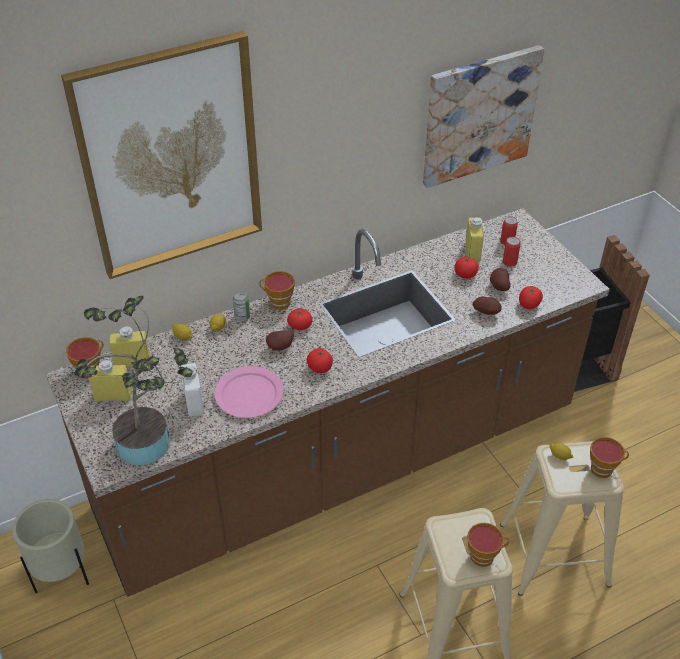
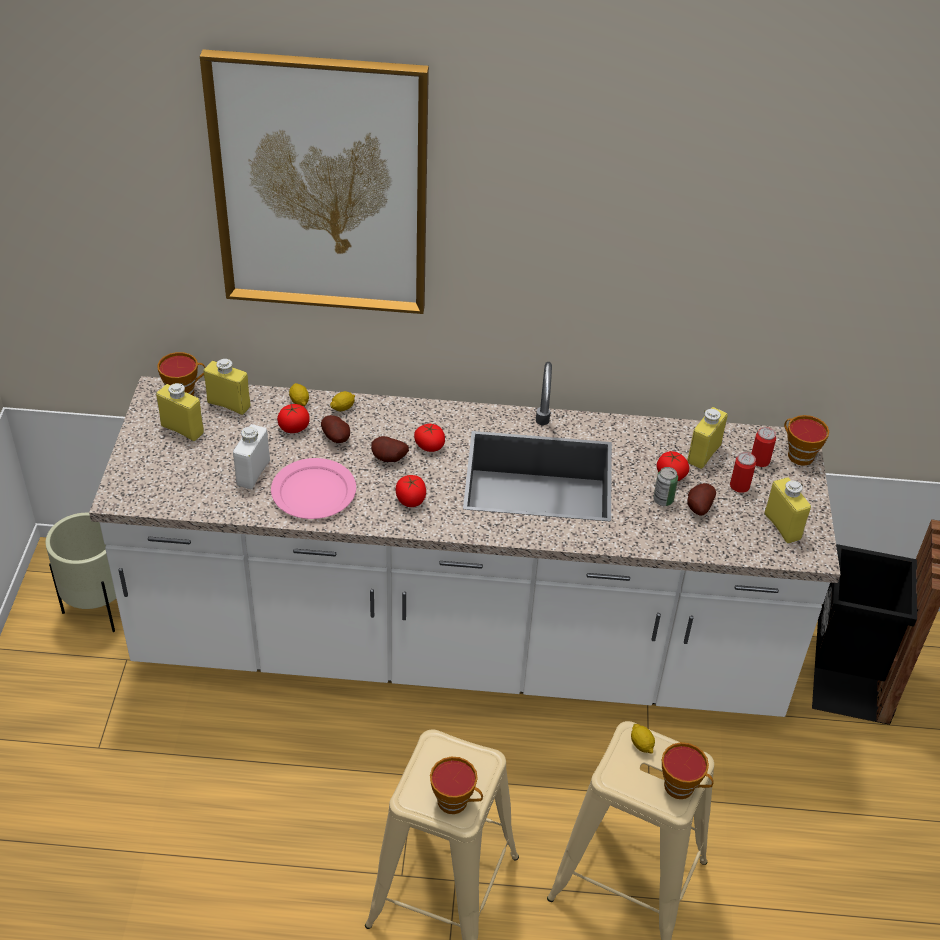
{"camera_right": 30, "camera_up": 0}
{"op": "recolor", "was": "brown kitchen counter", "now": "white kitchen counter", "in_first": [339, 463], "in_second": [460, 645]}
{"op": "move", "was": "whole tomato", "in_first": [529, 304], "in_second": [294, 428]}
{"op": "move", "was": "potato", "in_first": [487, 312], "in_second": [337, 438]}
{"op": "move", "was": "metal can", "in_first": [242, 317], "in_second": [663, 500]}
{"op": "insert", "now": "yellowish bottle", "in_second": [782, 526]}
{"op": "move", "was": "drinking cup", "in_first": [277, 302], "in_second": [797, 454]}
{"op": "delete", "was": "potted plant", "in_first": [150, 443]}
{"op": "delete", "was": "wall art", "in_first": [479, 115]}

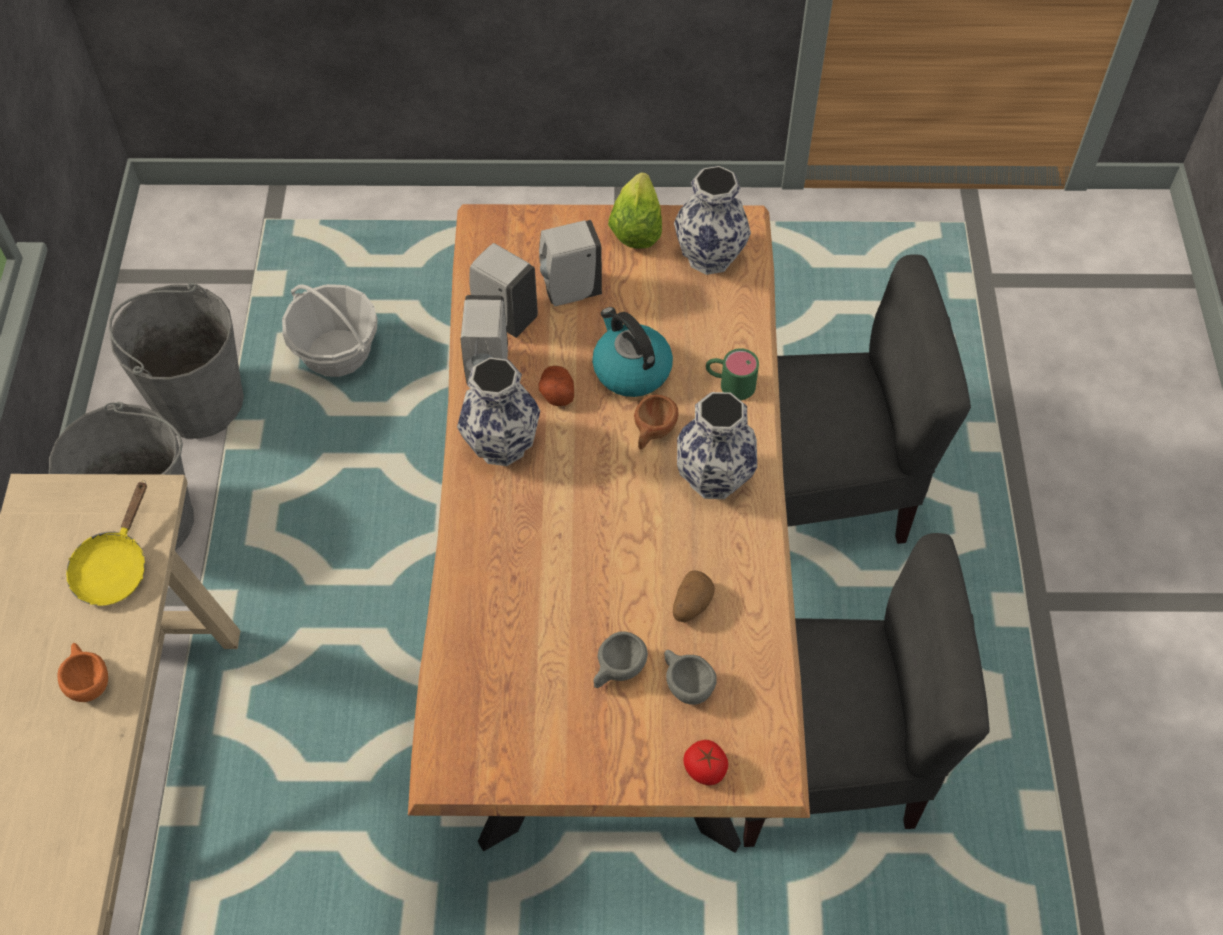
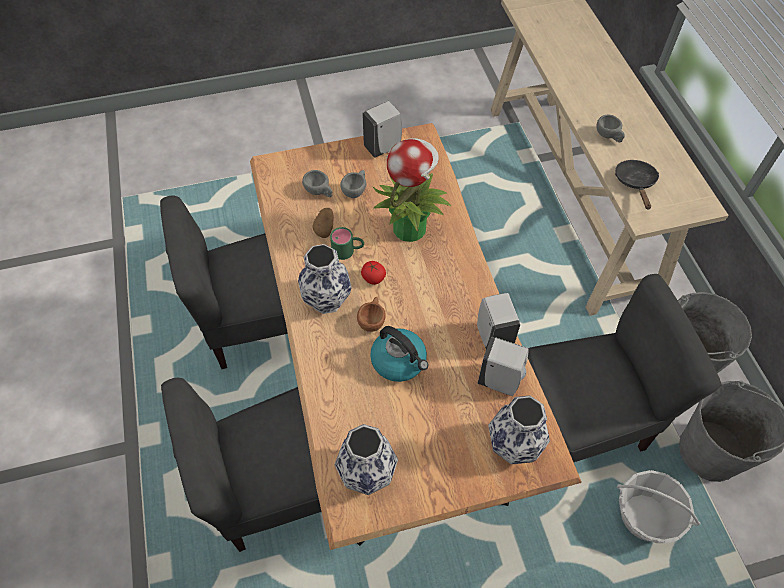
{"camera_right": 165, "camera_up": 0}
{"op": "move", "was": "greenish mug", "in_first": [729, 383], "in_second": [348, 250]}
{"op": "move", "was": "whole tomato", "in_first": [705, 769], "in_second": [373, 278]}
{"op": "move", "was": "white soap bottle", "in_first": [569, 292], "in_second": [383, 147]}
{"op": "insert", "now": "potted plant", "in_second": [410, 227]}
{"op": "move", "was": "vase", "in_first": [502, 446], "in_second": [512, 445]}
{"op": "insert", "now": "greyish chair", "in_second": [581, 422]}
{"op": "recolor", "was": "orangey drinking cup", "now": "greyish drinking cup", "in_first": [88, 680], "in_second": [608, 136]}
{"op": "recolor", "was": "yellowish frying pan", "now": "black-coloured frying pan", "in_first": [114, 567], "in_second": [635, 183]}
{"op": "delete", "was": "potato", "in_first": [556, 393]}
{"op": "delete", "was": "lettuce", "in_first": [636, 227]}

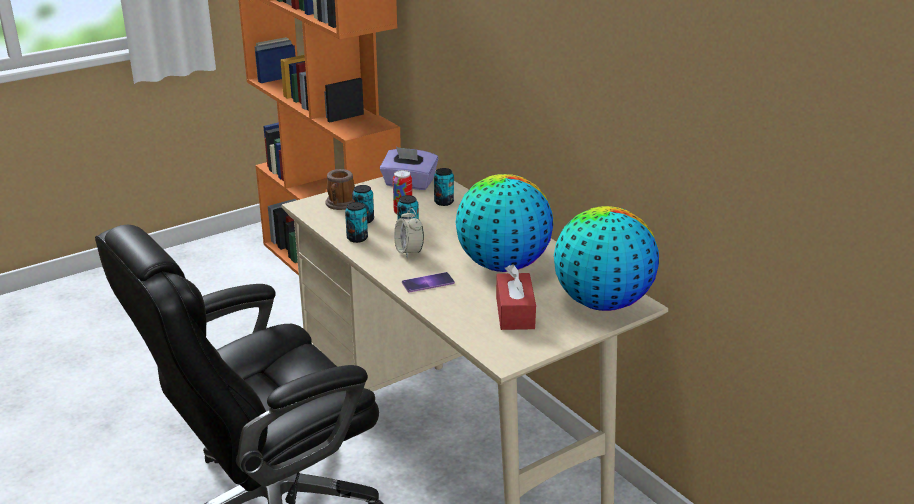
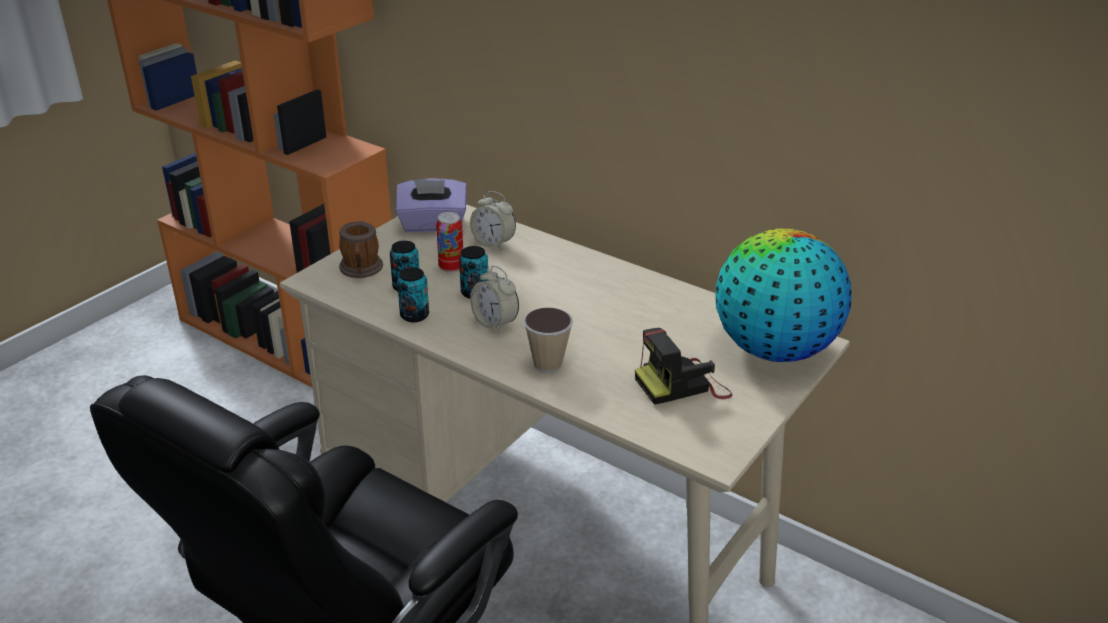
{"camera_right": -20, "camera_up": 5}
{"op": "replace", "was": "metal can", "now": "bedside clock", "in_first": [444, 202], "in_second": [493, 243]}
{"op": "replace", "was": "handset", "now": "drinking cup", "in_first": [428, 282], "in_second": [547, 364]}
{"op": "replace", "was": "red tissue holder", "now": "still camera", "in_first": [515, 312], "in_second": [682, 385]}
{"op": "delete", "was": "desk globe", "in_first": [502, 265]}

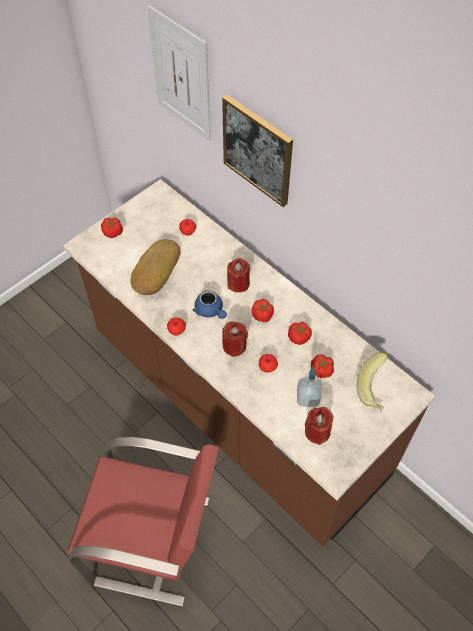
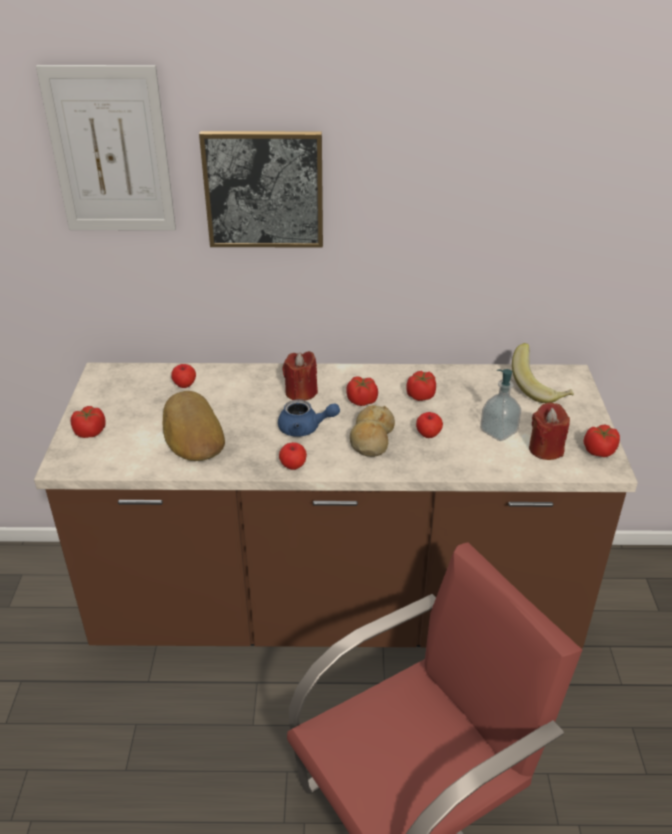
{"camera_right": -45, "camera_up": -20}
{"op": "replace", "was": "red wax light", "now": "baked bread", "in_first": [234, 346], "in_second": [371, 439]}
{"op": "move", "was": "whole tomato", "in_first": [321, 371], "in_second": [599, 451]}

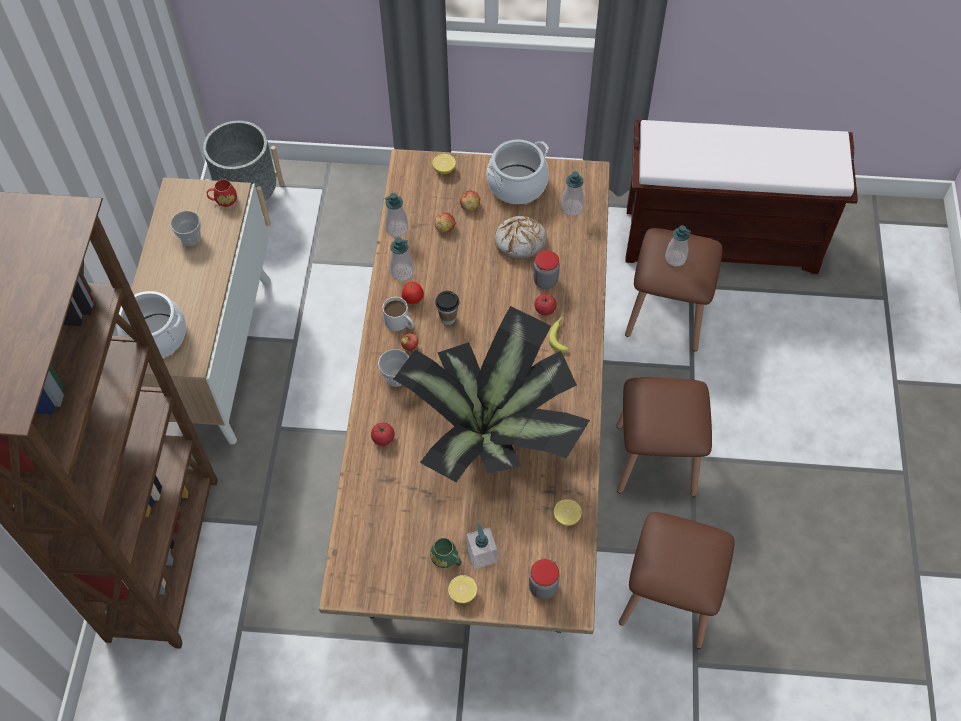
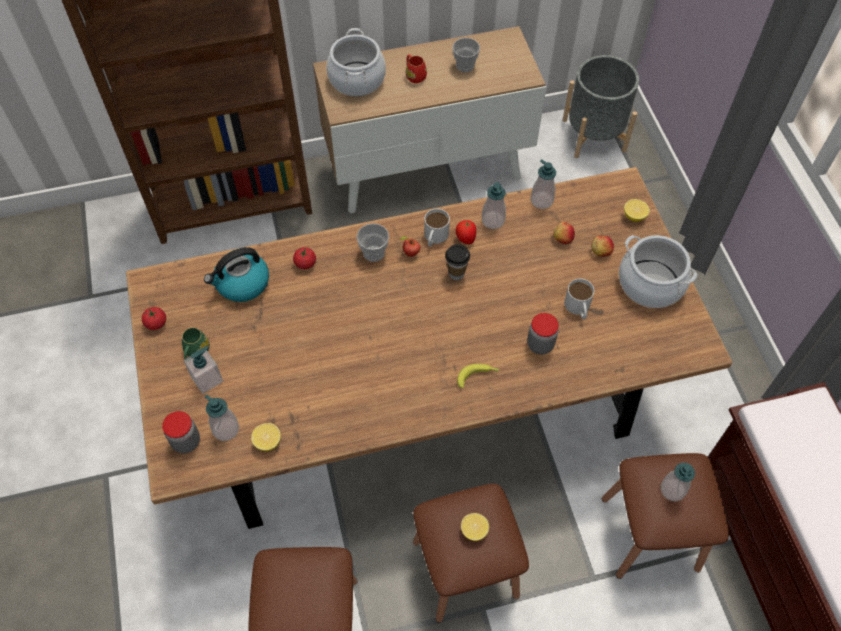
{"camera_right": 70, "camera_up": 0}
{"op": "move", "was": "whole tomato", "in_first": [545, 309], "in_second": [156, 323]}
{"op": "insert", "now": "tea kettle", "in_second": [242, 284]}
{"op": "move", "was": "soap bottle", "in_first": [572, 208], "in_second": [226, 429]}
{"op": "move", "was": "red mug", "in_first": [223, 200], "in_second": [414, 75]}
{"op": "move", "was": "lemon", "in_first": [462, 593], "in_second": [474, 530]}
{"op": "replace", "was": "baked bread", "now": "white mug", "in_first": [520, 242], "in_second": [578, 308]}
{"op": "delete", "was": "potted plant", "in_first": [494, 429]}

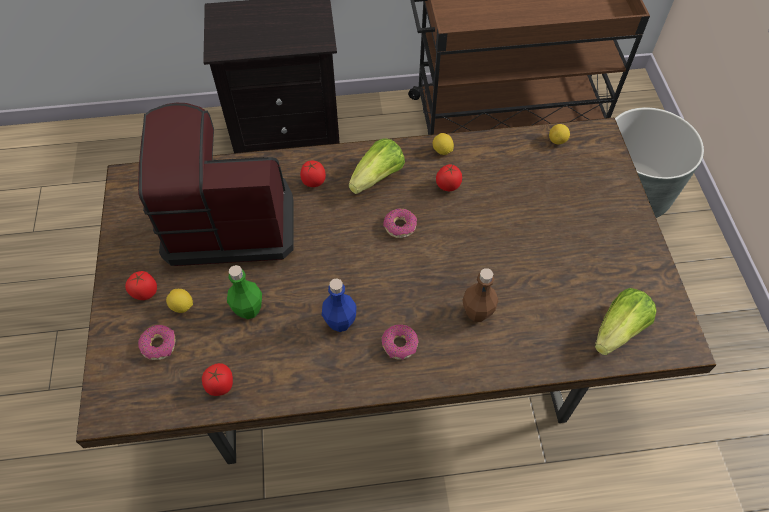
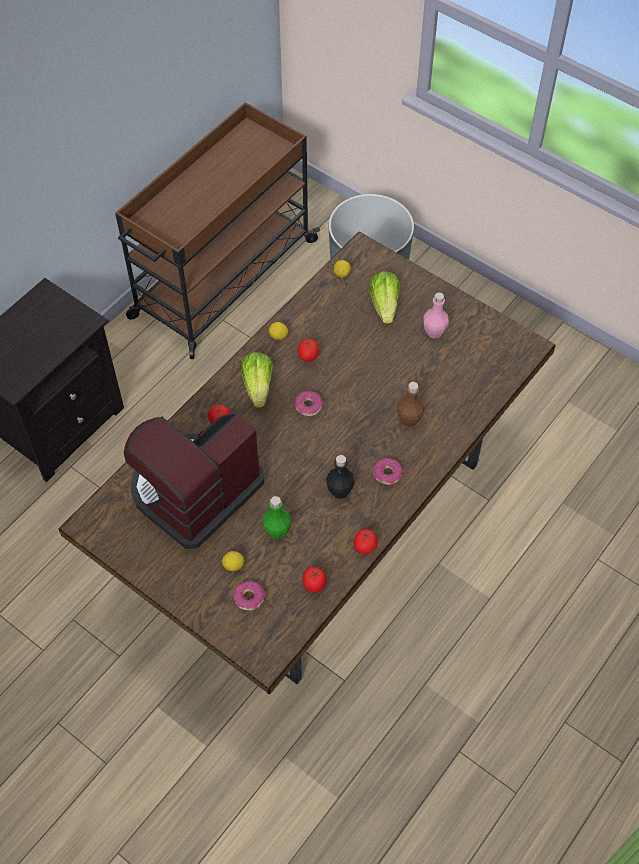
{"camera_right": -45, "camera_up": 0}
{"op": "recolor", "was": "blue-coloured bottle", "now": "black-coloured bottle", "in_first": [340, 322], "in_second": [340, 491]}
{"op": "move", "was": "whole tomato", "in_first": [145, 293], "in_second": [364, 547]}
{"op": "move", "was": "lettuce", "in_first": [619, 330], "in_second": [384, 305]}
{"op": "insert", "now": "pink-coloured bottle", "in_second": [434, 332]}

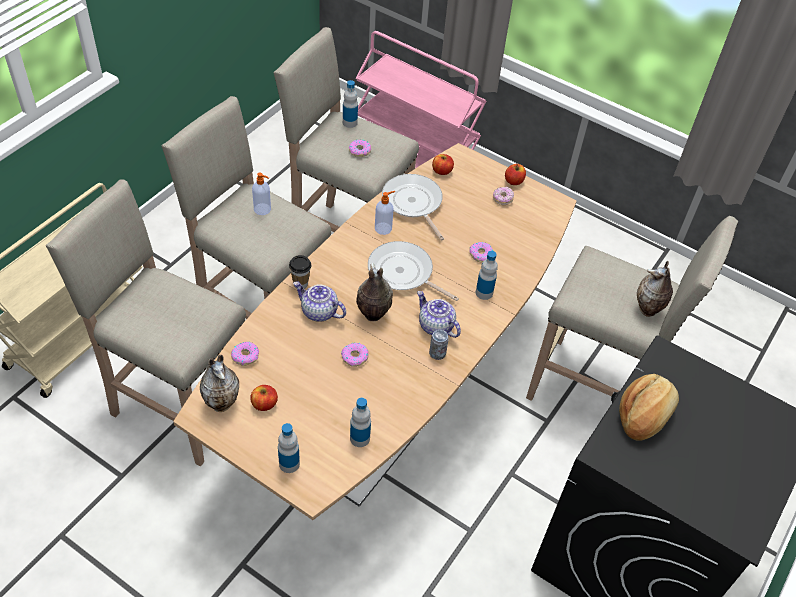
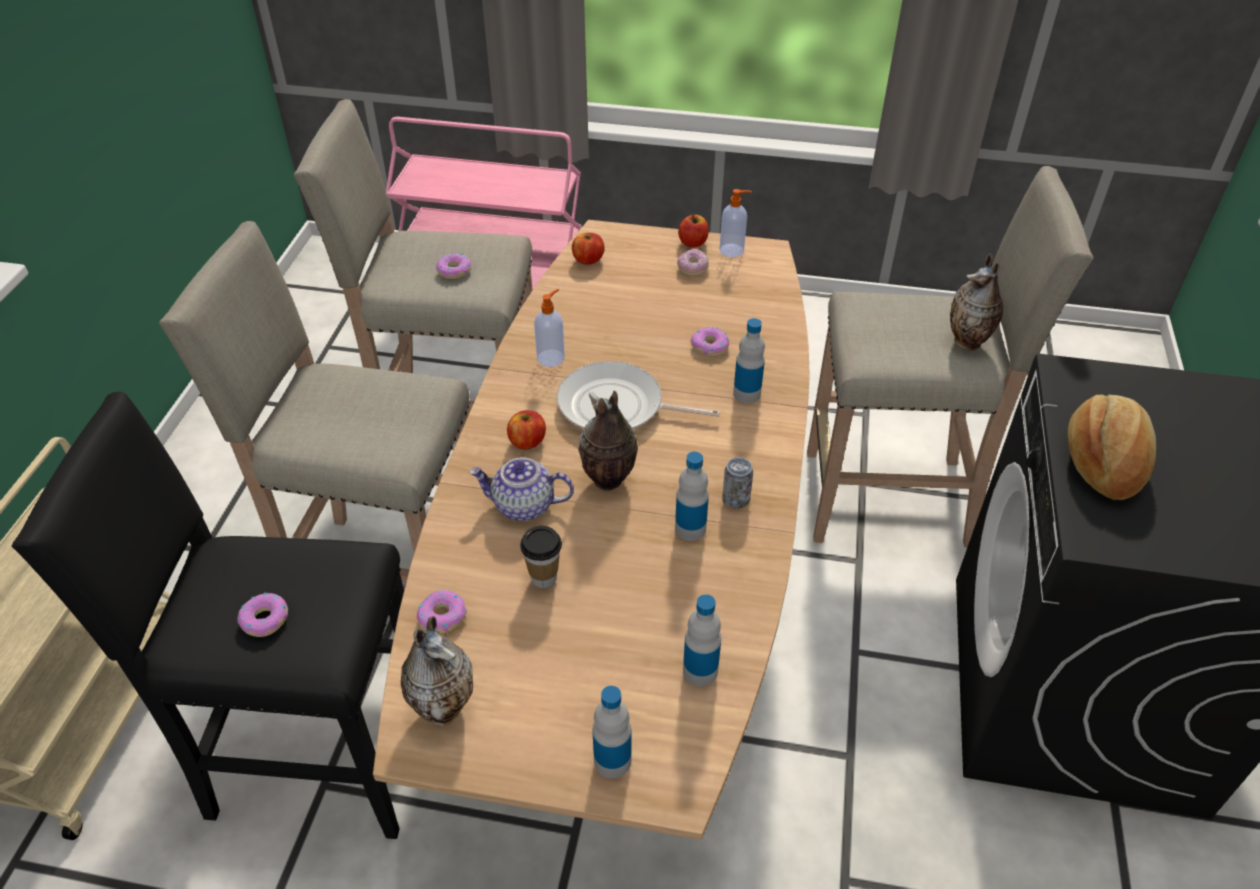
{"camera_right": -20, "camera_up": -5}
{"op": "recolor", "was": "sand-coloured stool", "now": "black-coloured stool", "in_first": [179, 405], "in_second": [316, 756]}
{"op": "move", "was": "ring doughnut", "in_first": [355, 357], "in_second": [265, 619]}
{"op": "move", "was": "whole apple", "in_first": [264, 404], "in_second": [527, 441]}
{"op": "move", "was": "drinking cup", "in_first": [300, 284], "in_second": [544, 578]}
{"op": "move", "was": "bottle", "in_first": [350, 123], "in_second": [690, 529]}
{"op": "move", "was": "soap bottle", "in_first": [263, 209], "in_second": [732, 250]}
{"op": "delete", "was": "frying pan", "in_first": [413, 203]}
{"op": "delete", "was": "teapot", "in_first": [435, 326]}

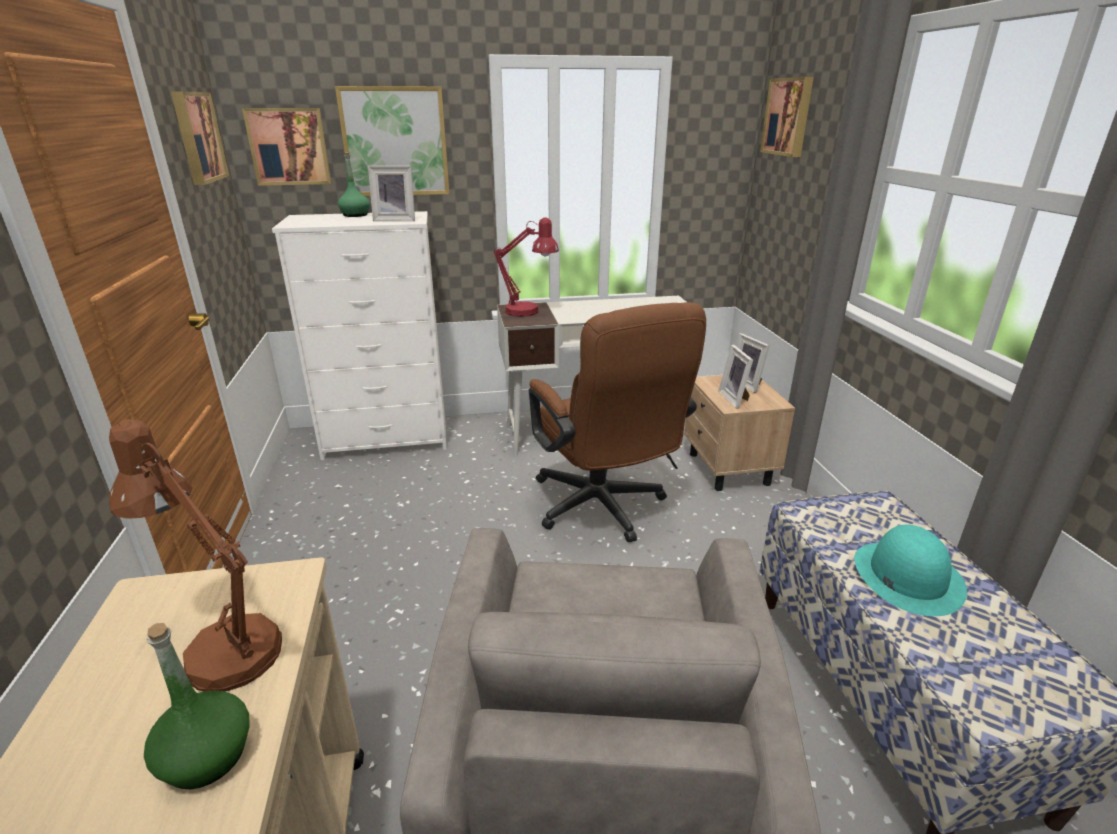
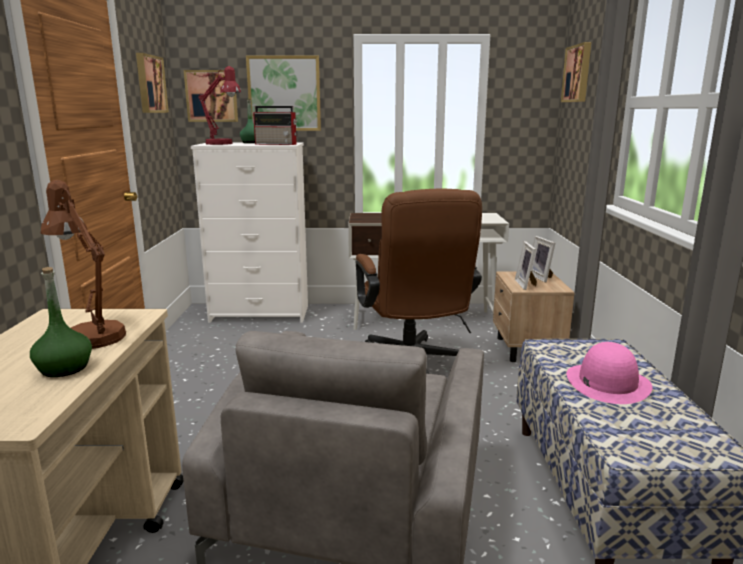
{"camera_right": 10, "camera_up": -10}
{"op": "move", "was": "red lamp for a table", "in_first": [529, 312], "in_second": [223, 144]}
{"op": "replace", "was": "picture frame", "now": "radio", "in_first": [395, 220], "in_second": [277, 144]}
{"op": "recolor", "was": "turquoise clothing hat", "now": "pink-coloured clothing hat", "in_first": [906, 576], "in_second": [607, 383]}

